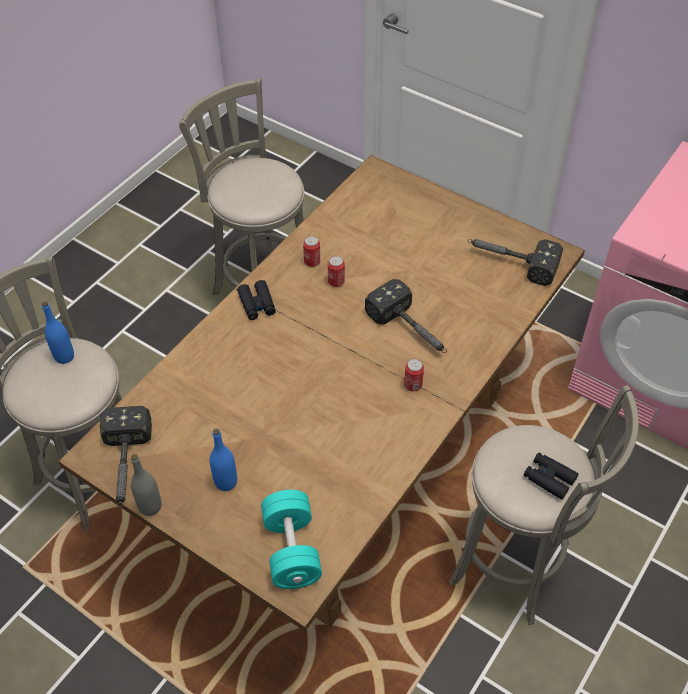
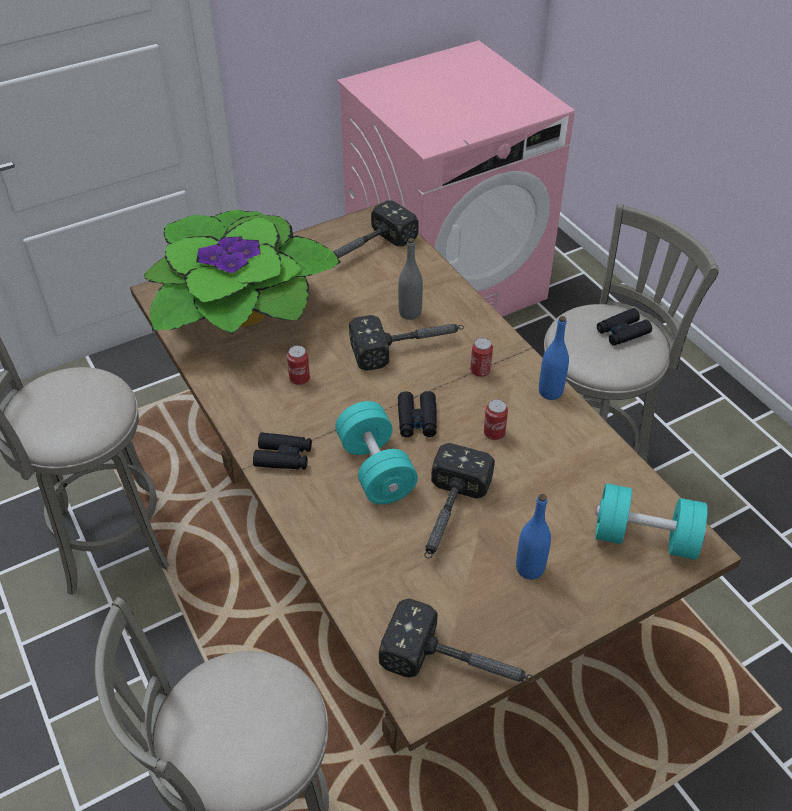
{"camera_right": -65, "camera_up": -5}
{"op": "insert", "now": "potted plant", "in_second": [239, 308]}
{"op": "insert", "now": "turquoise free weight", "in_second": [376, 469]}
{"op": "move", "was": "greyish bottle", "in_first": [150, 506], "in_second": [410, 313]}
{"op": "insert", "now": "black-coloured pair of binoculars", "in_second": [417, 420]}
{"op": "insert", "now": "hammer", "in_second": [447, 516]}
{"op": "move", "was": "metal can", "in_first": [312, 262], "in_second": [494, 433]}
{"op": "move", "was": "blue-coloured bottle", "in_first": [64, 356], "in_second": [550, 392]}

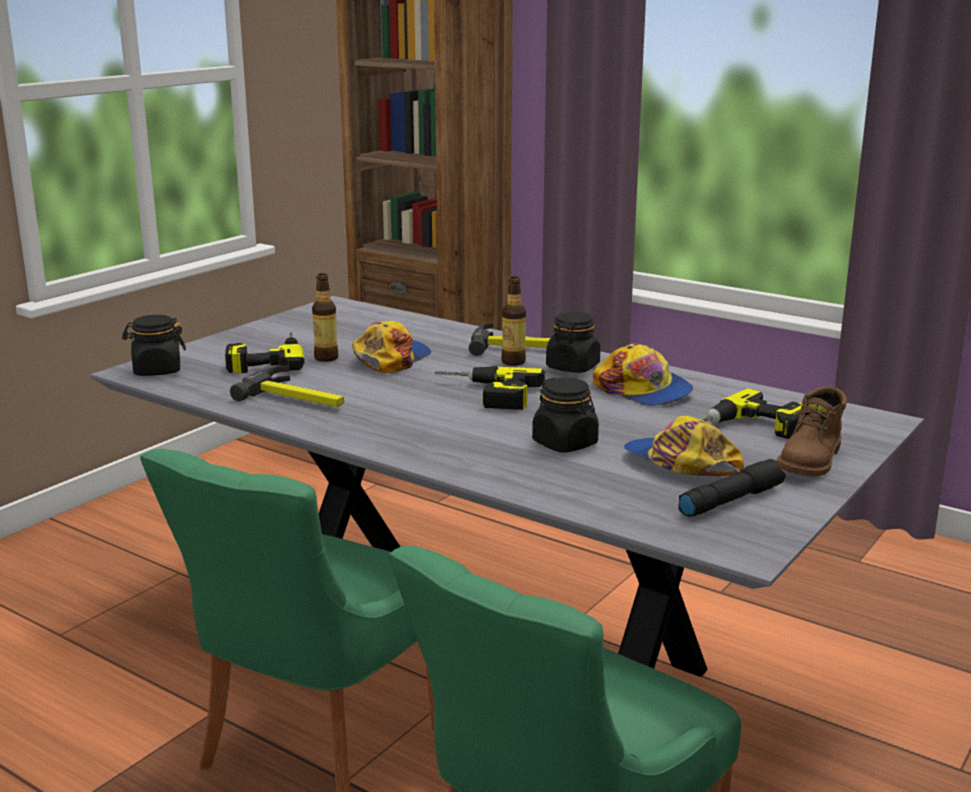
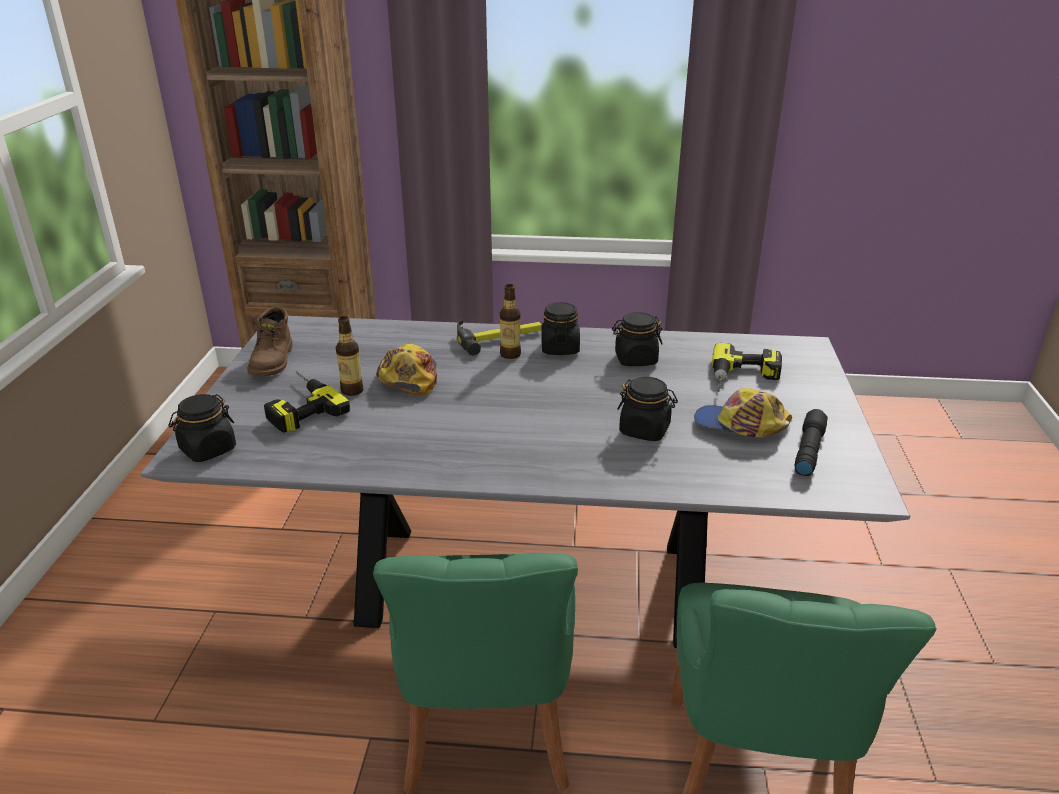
{"camera_right": -30, "camera_up": 10}
{"op": "move", "was": "brown boot", "in_first": [811, 461], "in_second": [273, 361]}
{"op": "replace", "was": "peaked cap", "now": "black-coloured storage jar", "in_first": [643, 390], "in_second": [635, 359]}
{"op": "delete", "was": "hammer", "in_first": [298, 398]}
{"op": "delete", "was": "drill", "in_first": [485, 394]}

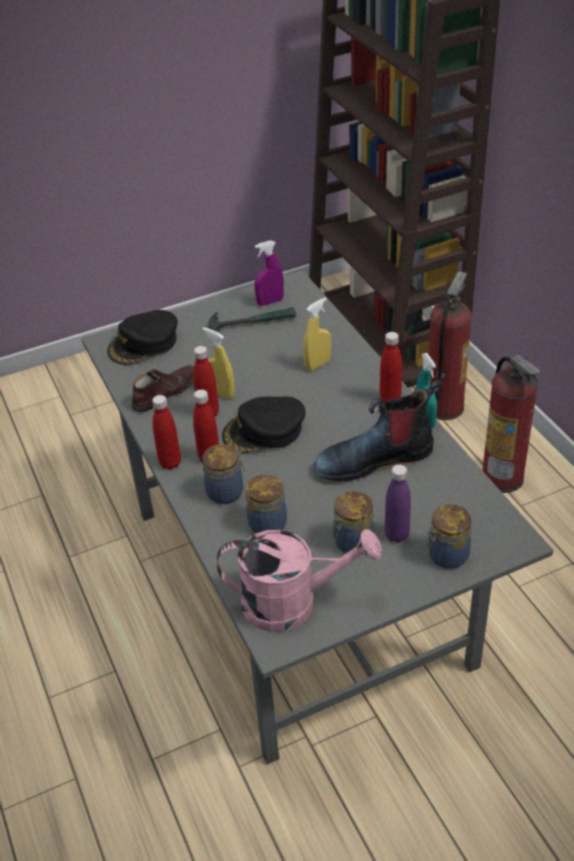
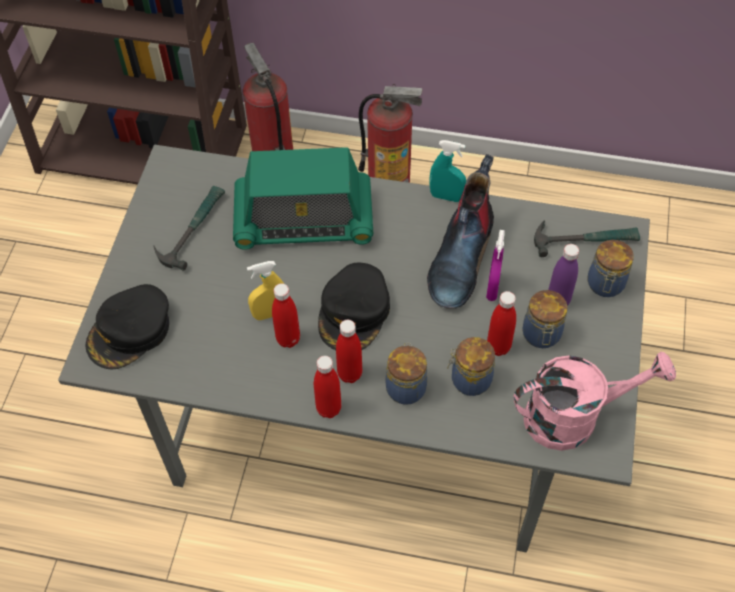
{"camera_right": -55, "camera_up": 15}
{"op": "rotate", "was": "black-coloured peaked cap", "in_first": [144, 344], "in_second": [130, 331], "clockwise": 45}
{"op": "replace", "was": "yellowish spray bottle", "now": "radio", "in_first": [318, 364], "in_second": [303, 219]}
{"op": "move", "was": "purplish spray bottle", "in_first": [270, 302], "in_second": [492, 288]}
{"op": "move", "was": "red bottle", "in_first": [390, 399], "in_second": [498, 347]}
{"op": "rotate", "was": "pink-coloured sprinkling can", "in_first": [293, 602], "in_second": [574, 416], "clockwise": 45}
{"op": "insert", "now": "hammer", "in_second": [585, 239]}
{"op": "delete", "was": "brown low shoe", "in_first": [165, 393]}

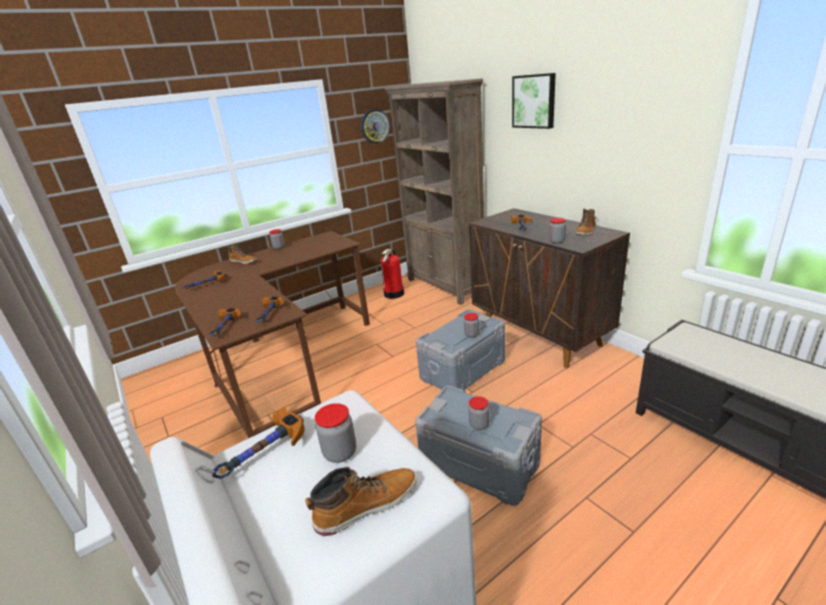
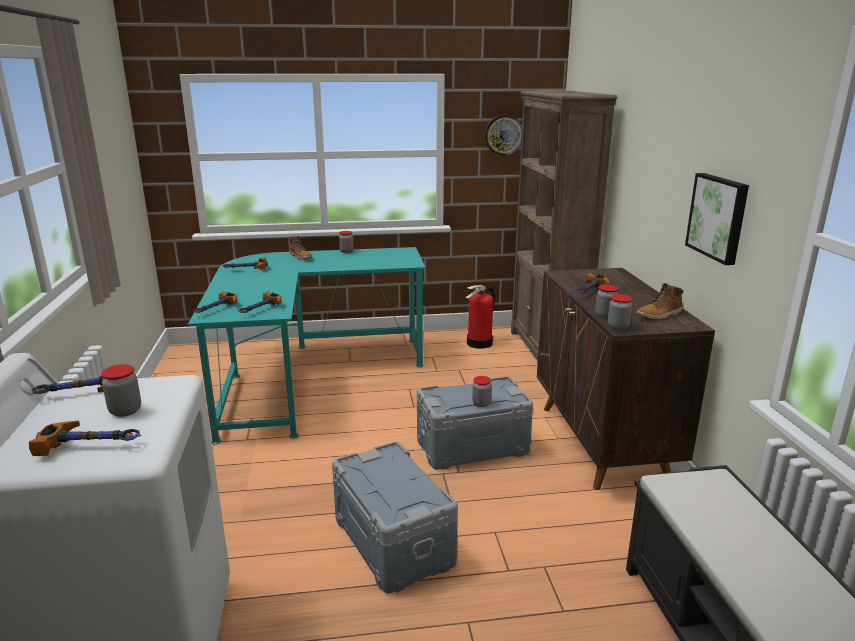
{"camera_right": 25, "camera_up": -5}
{"op": "replace", "was": "boot", "now": "hammer", "in_first": [366, 505], "in_second": [93, 446]}
{"op": "recolor", "was": "brown desk", "now": "turquoise desk", "in_first": [283, 362], "in_second": [307, 375]}
{"op": "move", "was": "storage jar", "in_first": [479, 425], "in_second": [618, 327]}
{"op": "move", "was": "wall art", "in_first": [534, 101], "in_second": [719, 217]}

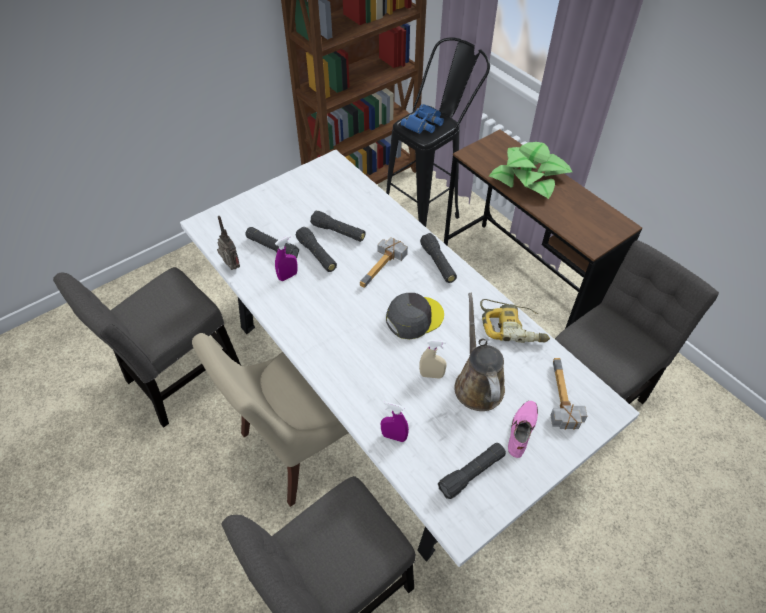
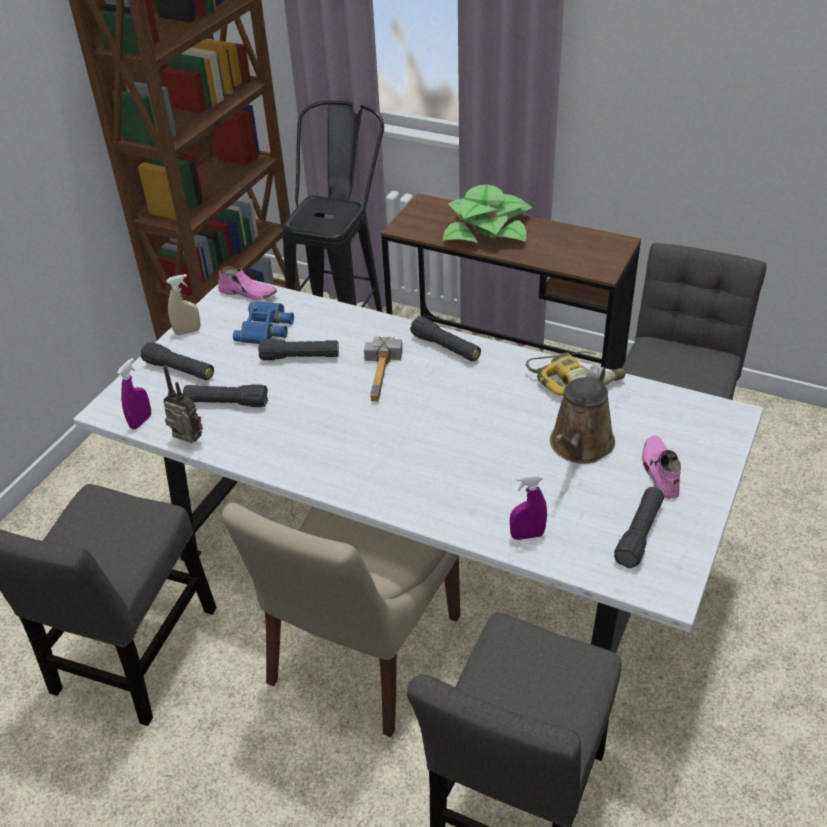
{"camera_right": -25, "camera_up": -10}
{"op": "move", "was": "purplish spray bottle", "in_first": [288, 276], "in_second": [141, 421]}
{"op": "move", "was": "black-coloured flashlight", "in_first": [317, 255], "in_second": [179, 370]}
{"op": "move", "was": "sand-coloured spray bottle", "in_first": [431, 375], "in_second": [187, 331]}
{"op": "insert", "now": "pink-coloured low shoe", "in_second": [248, 293]}
{"op": "move", "was": "blue-coloured pair of binoculars", "in_first": [424, 123], "in_second": [266, 328]}
{"op": "rotate", "was": "brown sprinkling can", "in_first": [477, 383], "in_second": [580, 446], "clockwise": -120}
{"op": "delete", "was": "greyish peaked cap", "in_first": [414, 318]}
{"op": "delete", "was": "hammer", "in_first": [558, 398]}

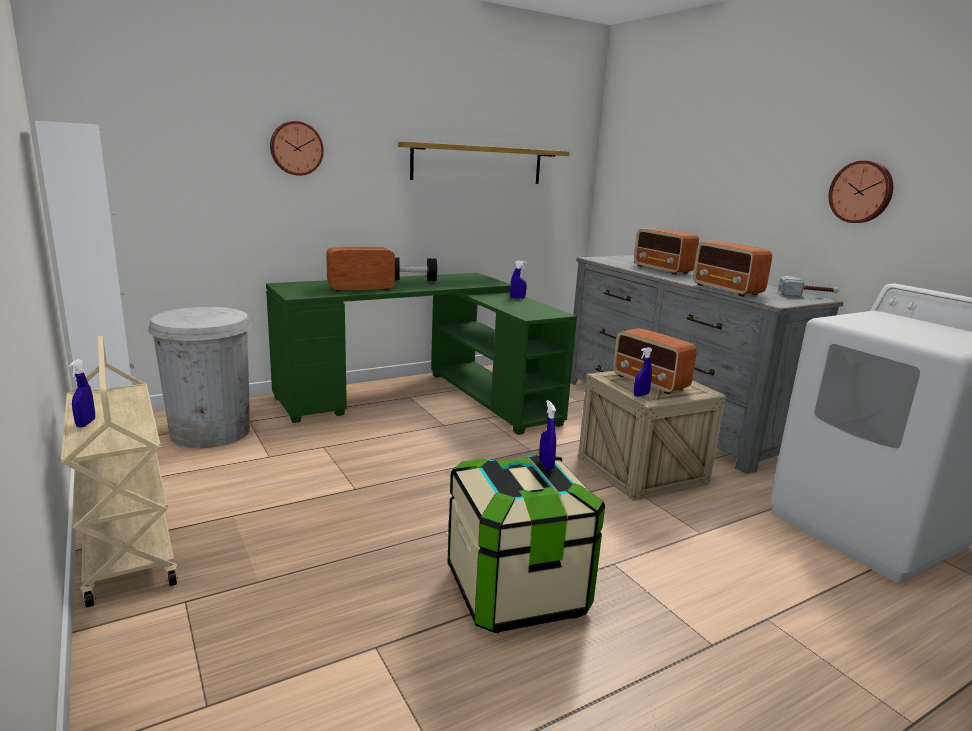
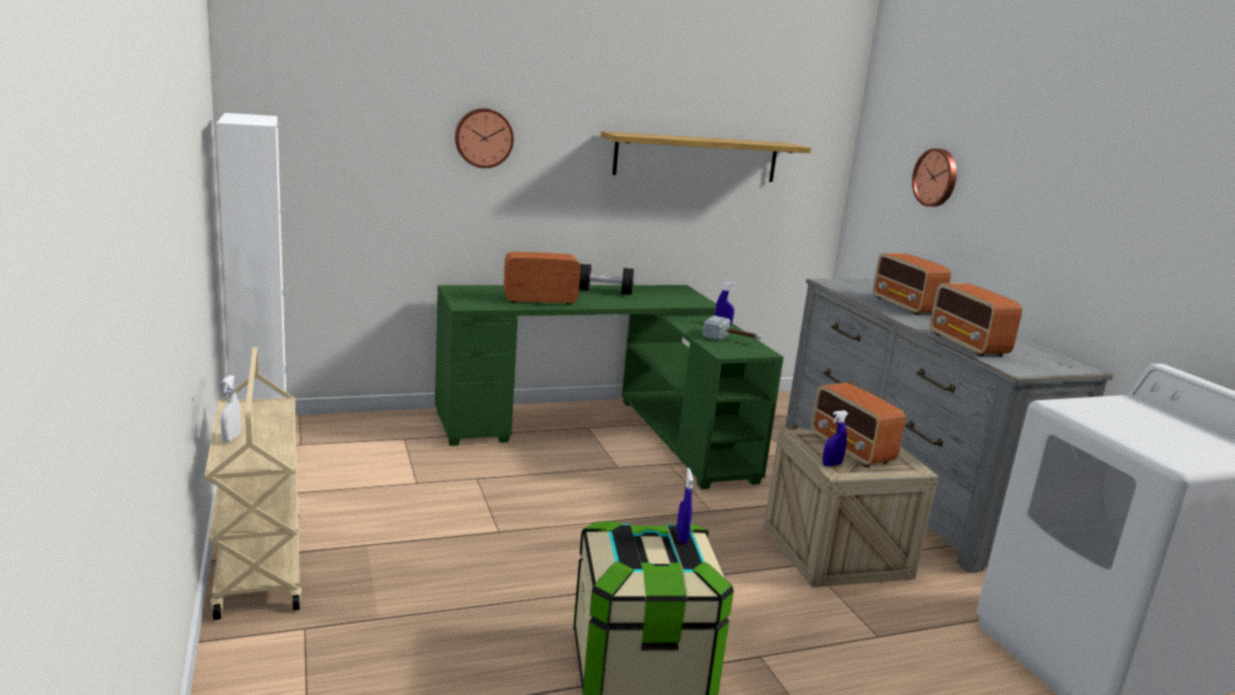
{"camera_right": 10, "camera_up": 0}
{"op": "recolor", "was": "blue-coloured spray bottle", "now": "white spray bottle", "in_first": [86, 423], "in_second": [231, 438]}
{"op": "move", "was": "hammer", "in_first": [806, 296], "in_second": [731, 339]}
{"op": "move", "was": "clock on the wall", "in_first": [861, 192], "in_second": [936, 177]}
{"op": "delete", "was": "white trash can", "in_first": [210, 432]}

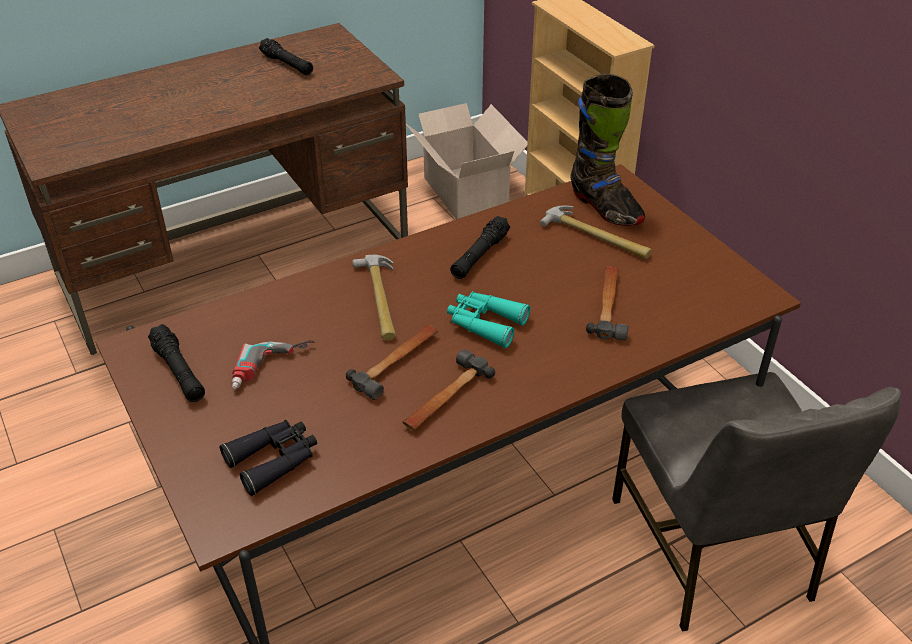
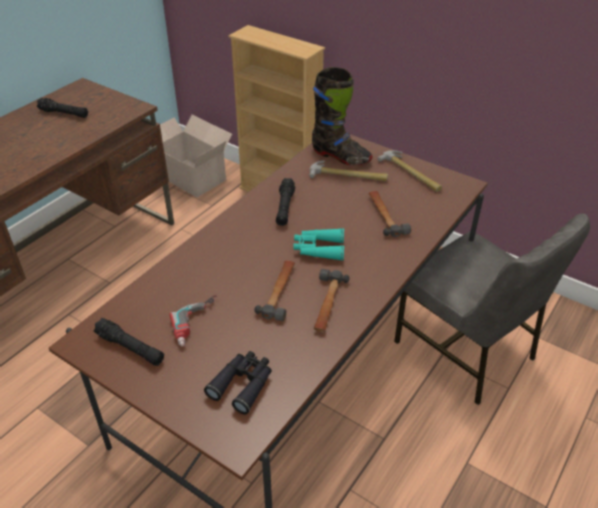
{"camera_right": -25, "camera_up": 0}
{"op": "move", "was": "hammer", "in_first": [379, 300], "in_second": [410, 173]}

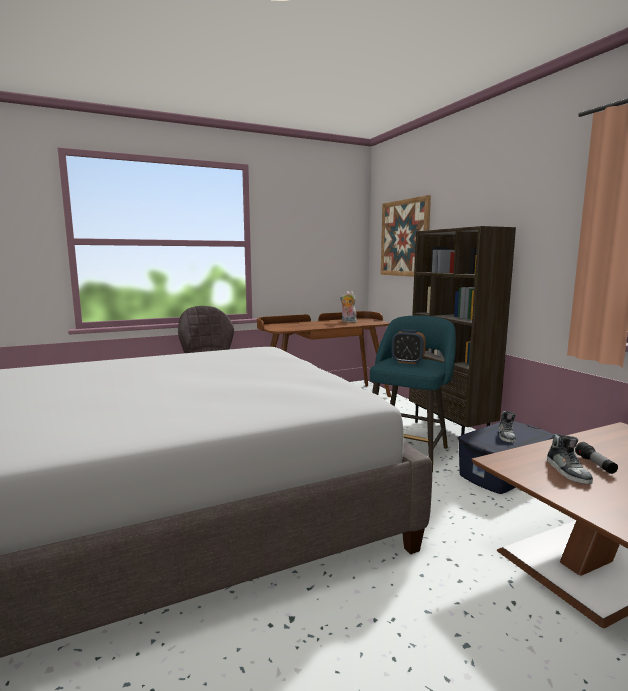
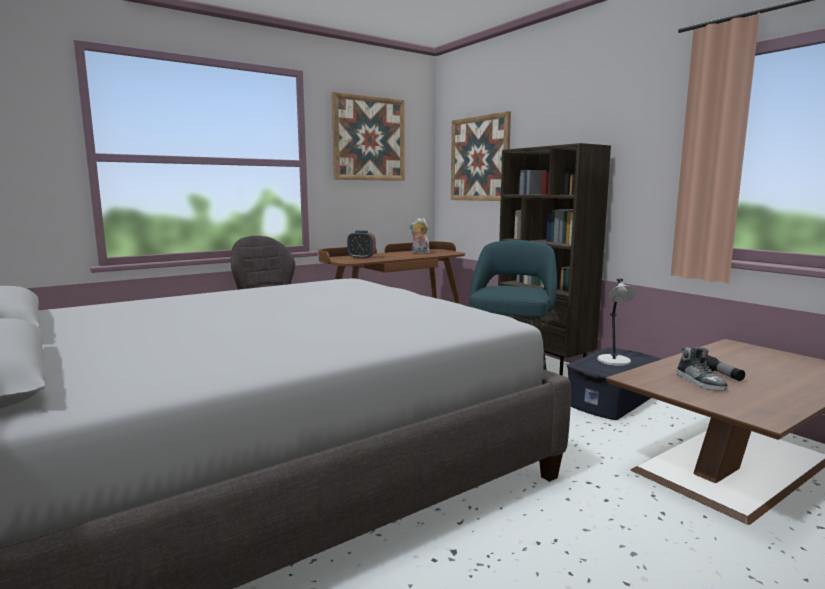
{"camera_right": -10, "camera_up": 0}
{"op": "insert", "now": "wall art", "in_second": [369, 139]}
{"op": "move", "was": "bedside clock", "in_first": [407, 362], "in_second": [361, 258]}
{"op": "replace", "was": "low shoe", "now": "greyish lamp for a table", "in_first": [506, 436], "in_second": [614, 361]}

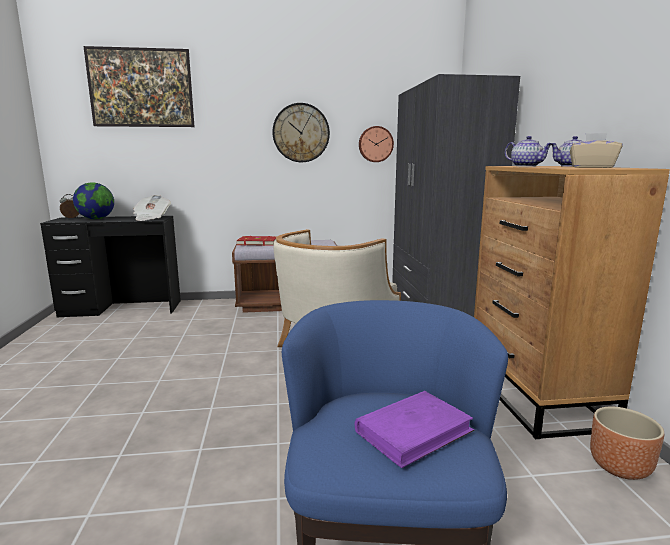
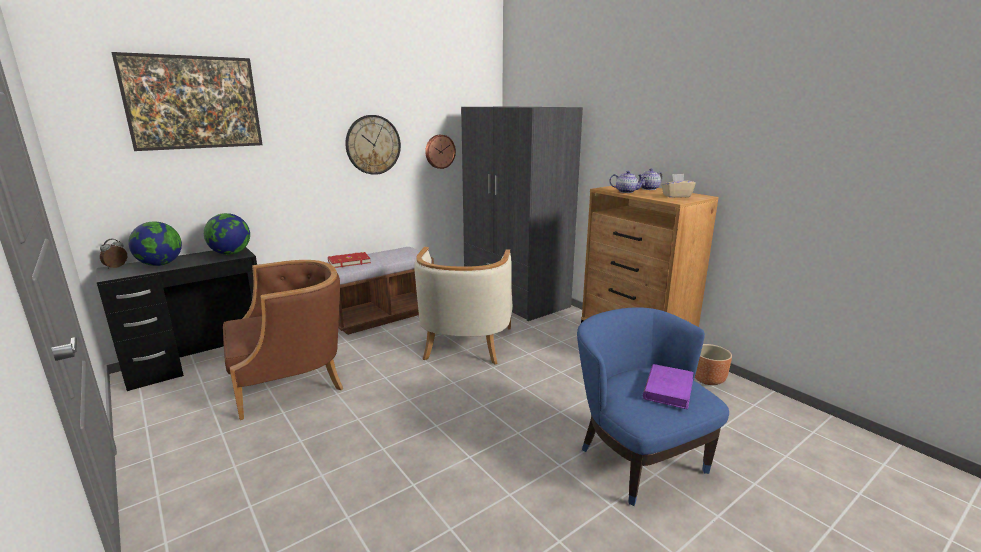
{"camera_right": -30, "camera_up": 5}
{"op": "replace", "was": "printed paper", "now": "desk globe", "in_first": [151, 218], "in_second": [230, 253]}
{"op": "insert", "now": "brown armchair", "in_second": [290, 381]}

